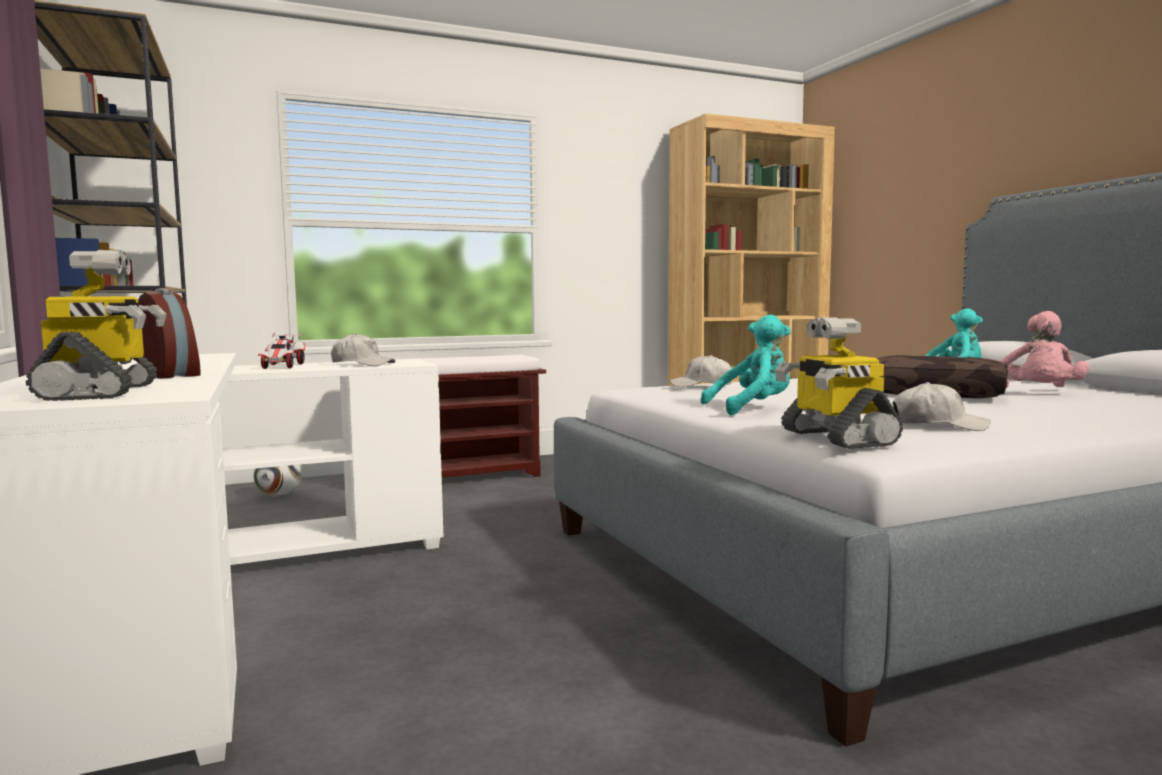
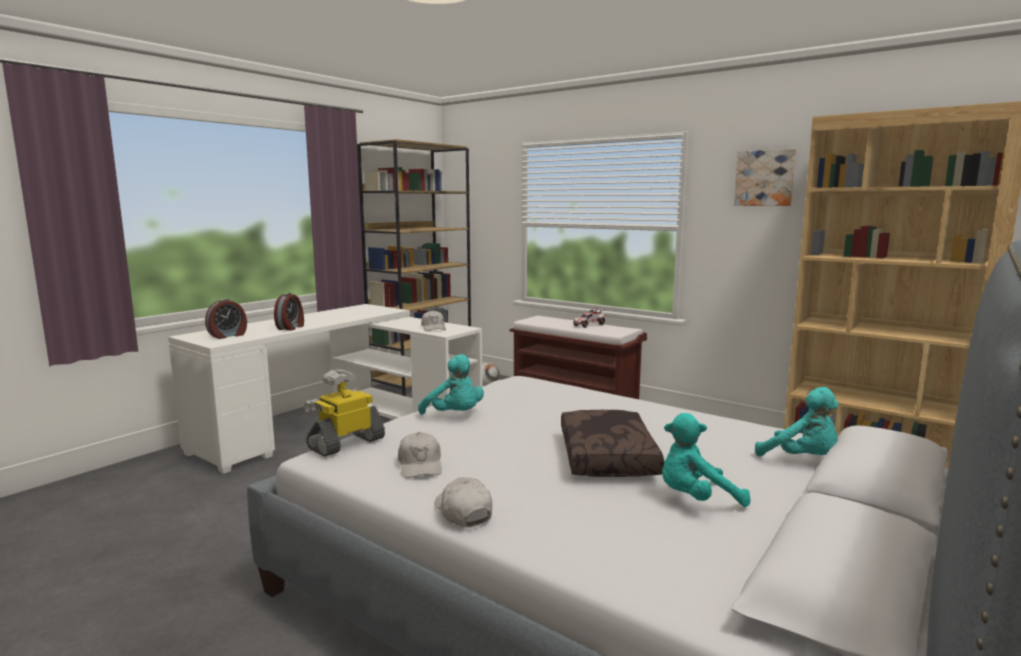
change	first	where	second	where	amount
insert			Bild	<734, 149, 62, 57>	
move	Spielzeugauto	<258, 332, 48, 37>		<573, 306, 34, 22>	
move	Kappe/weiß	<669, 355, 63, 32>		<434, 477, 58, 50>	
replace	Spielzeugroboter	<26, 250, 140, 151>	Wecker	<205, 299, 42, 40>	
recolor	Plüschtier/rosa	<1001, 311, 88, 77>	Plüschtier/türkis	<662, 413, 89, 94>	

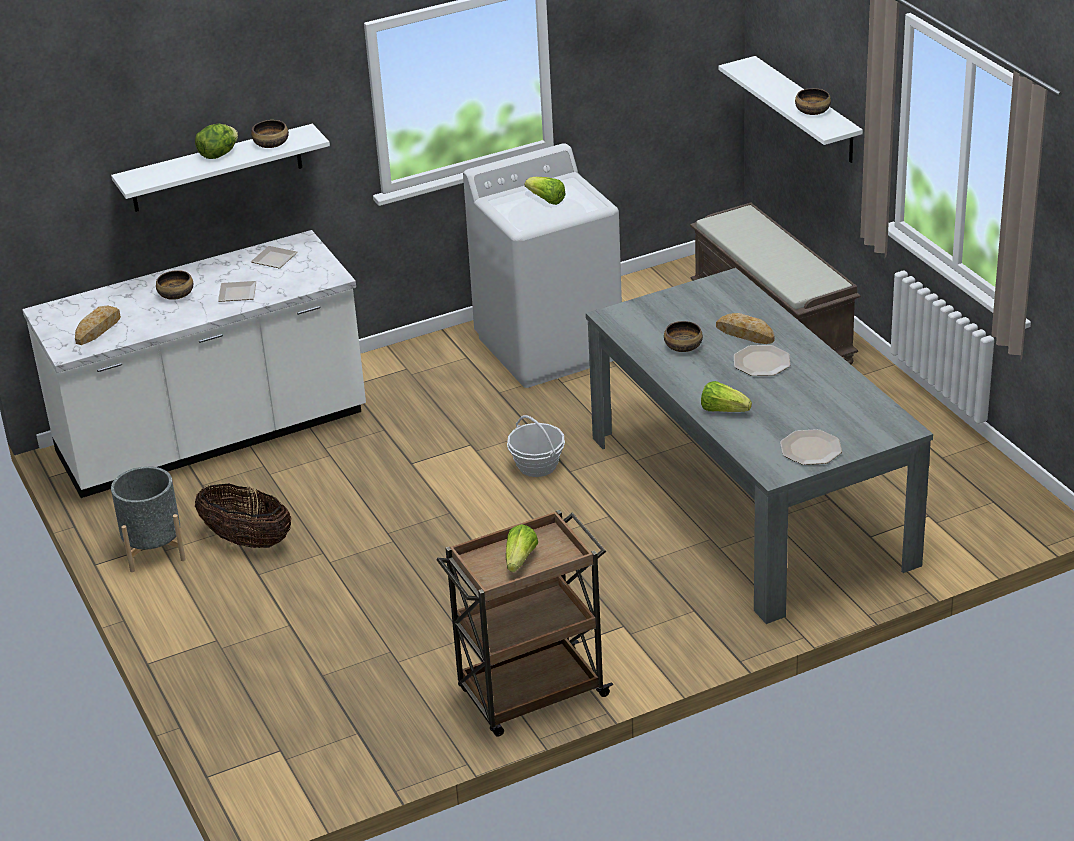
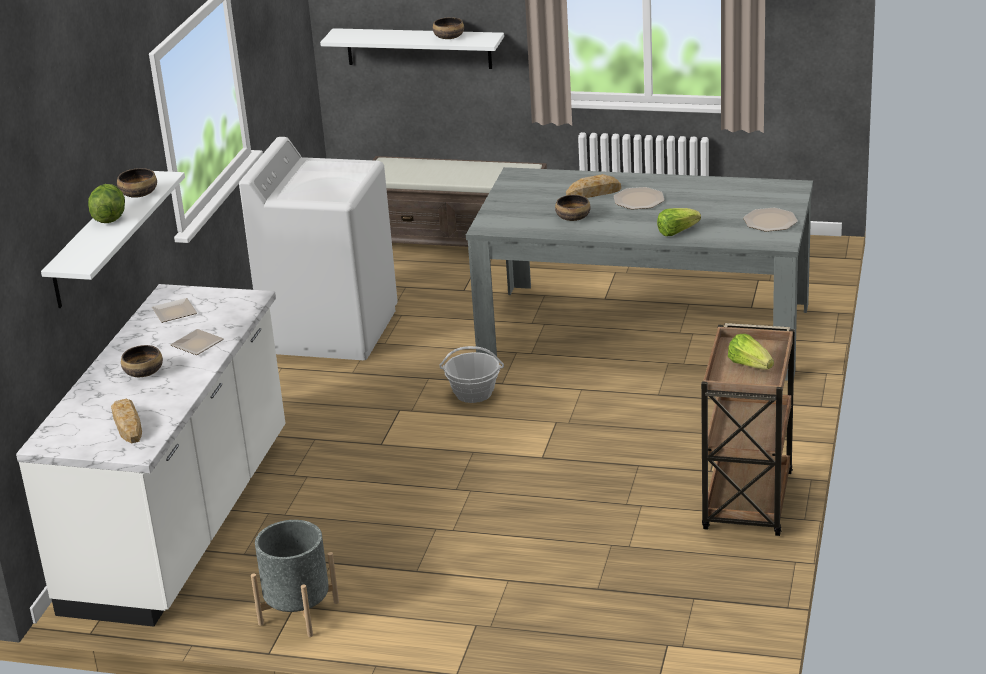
change	first	where	second	where	amount
delete	Korb	<195, 484, 97, 64>			
delete	Salatkopf	<525, 177, 41, 28>			

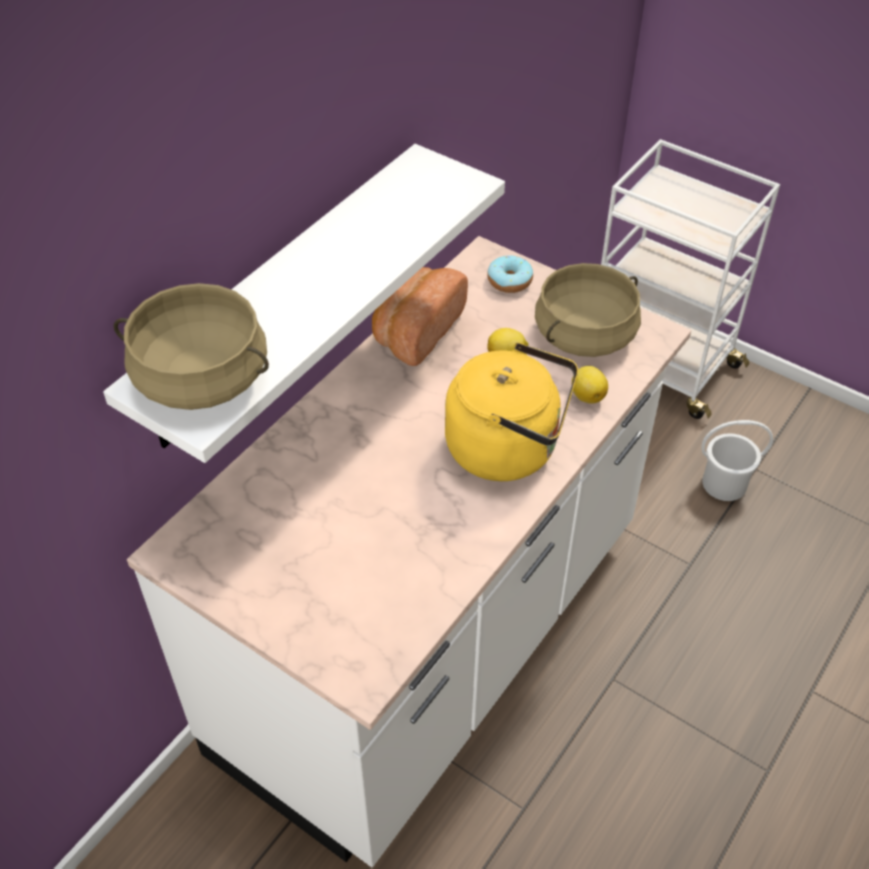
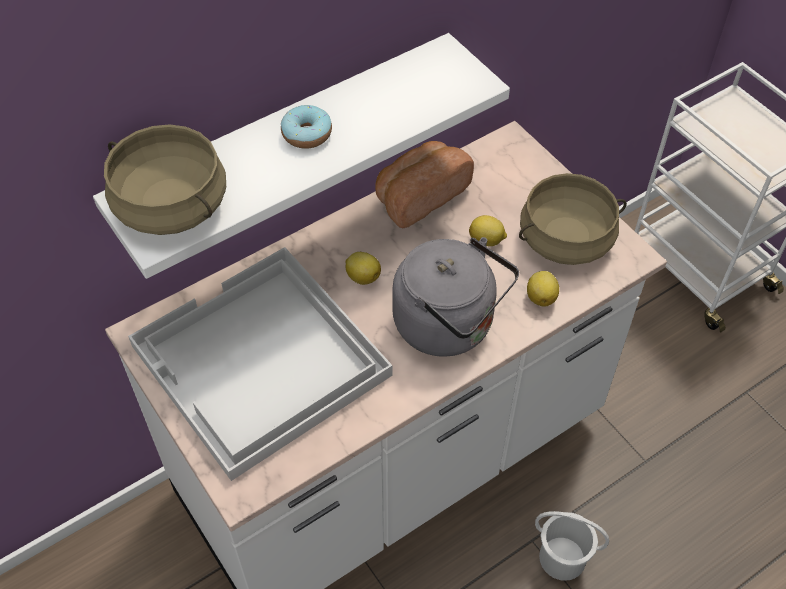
change	first	where	second	where	amount
insert			Tablett/weiß	<128, 247, 264, 234>	
insert			Zitrone	<346, 252, 35, 33>	
move	Donut	<487, 255, 46, 38>		<281, 105, 51, 44>	
move	Eimer/weiß	<701, 420, 72, 81>		<535, 511, 74, 70>	
recolor	Wasserkessel/gelb	<445, 342, 133, 139>	Wasserkessel/grau	<393, 237, 126, 120>	

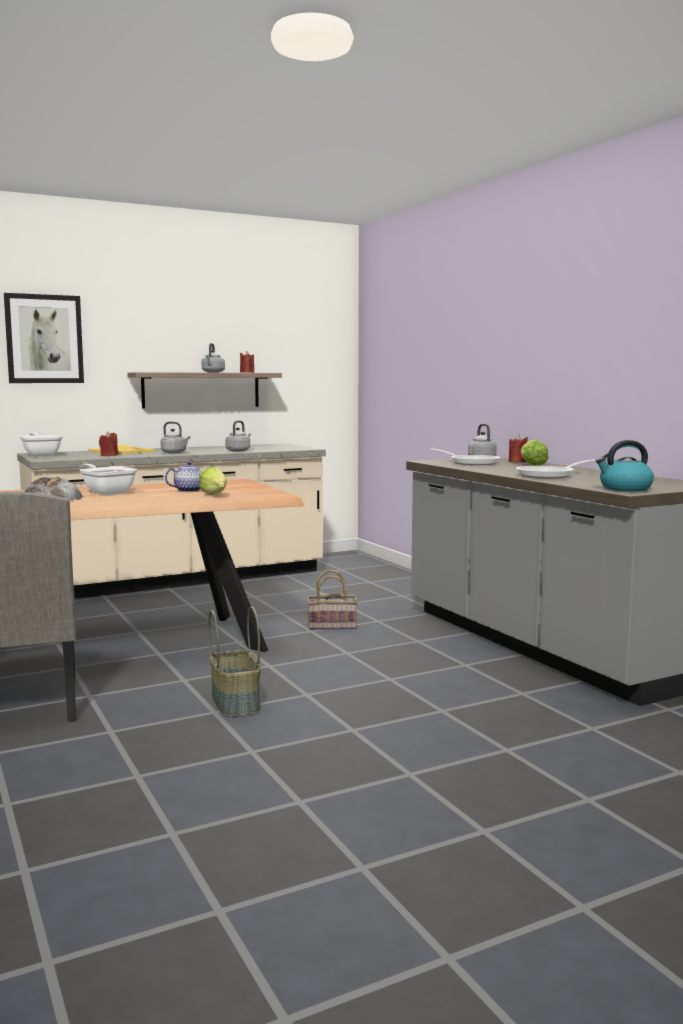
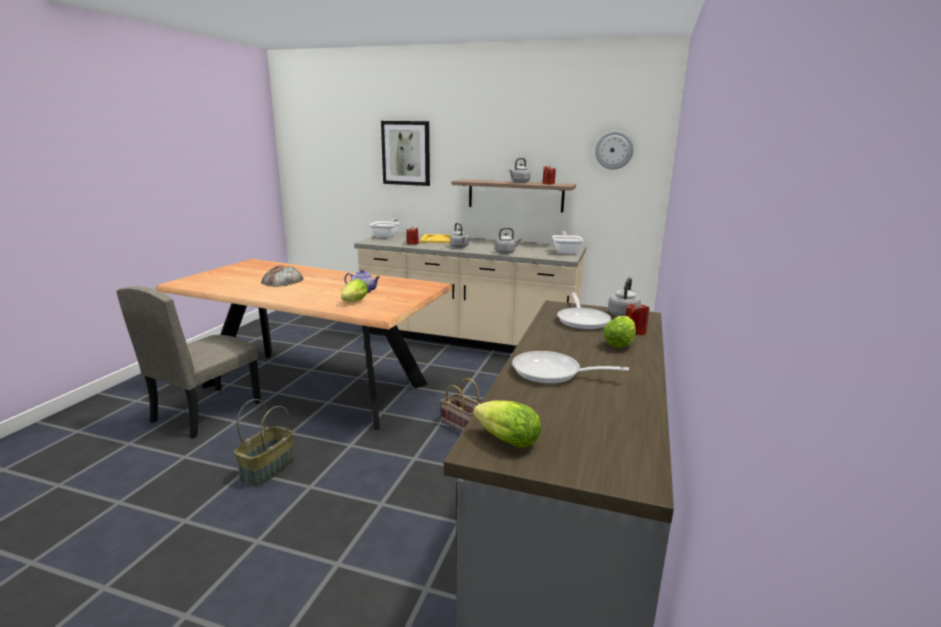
change	first	where	second	where	amount
insert			Wanduhr	<595, 131, 39, 39>	
move	Pfanne	<80, 464, 58, 31>		<552, 231, 31, 23>	
replace	Wasserkessel	<596, 440, 58, 51>	Salatkopf	<473, 400, 68, 48>	

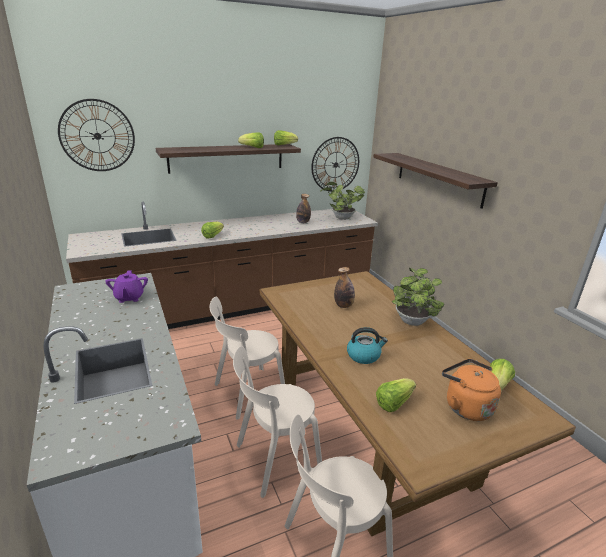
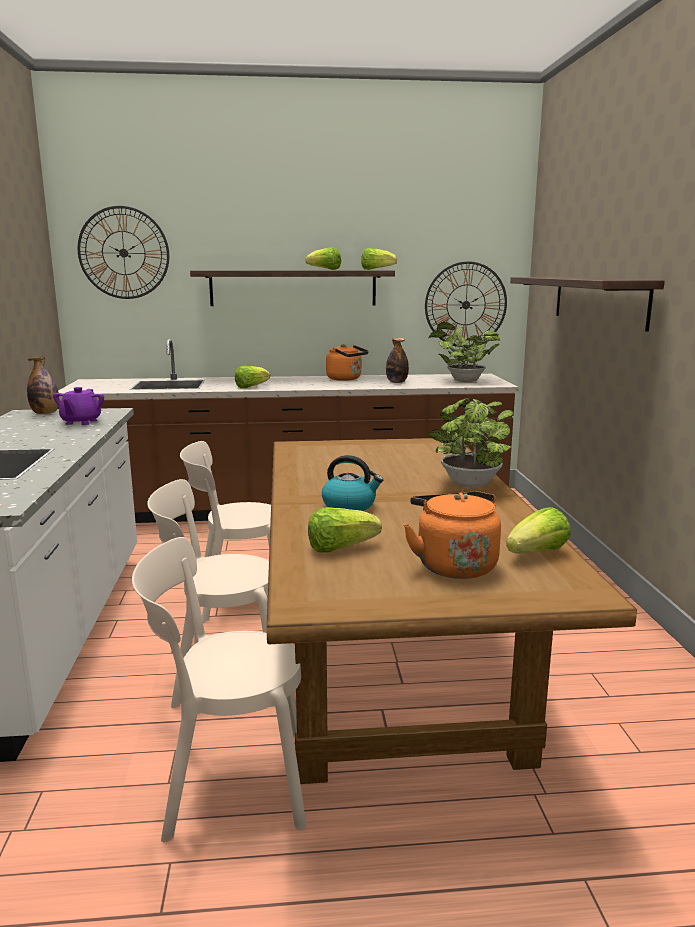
change	first	where	second	where	amount
insert			Wasserkessel/orange	<326, 344, 43, 37>	
move	Flasche	<334, 267, 21, 41>		<27, 356, 32, 58>	

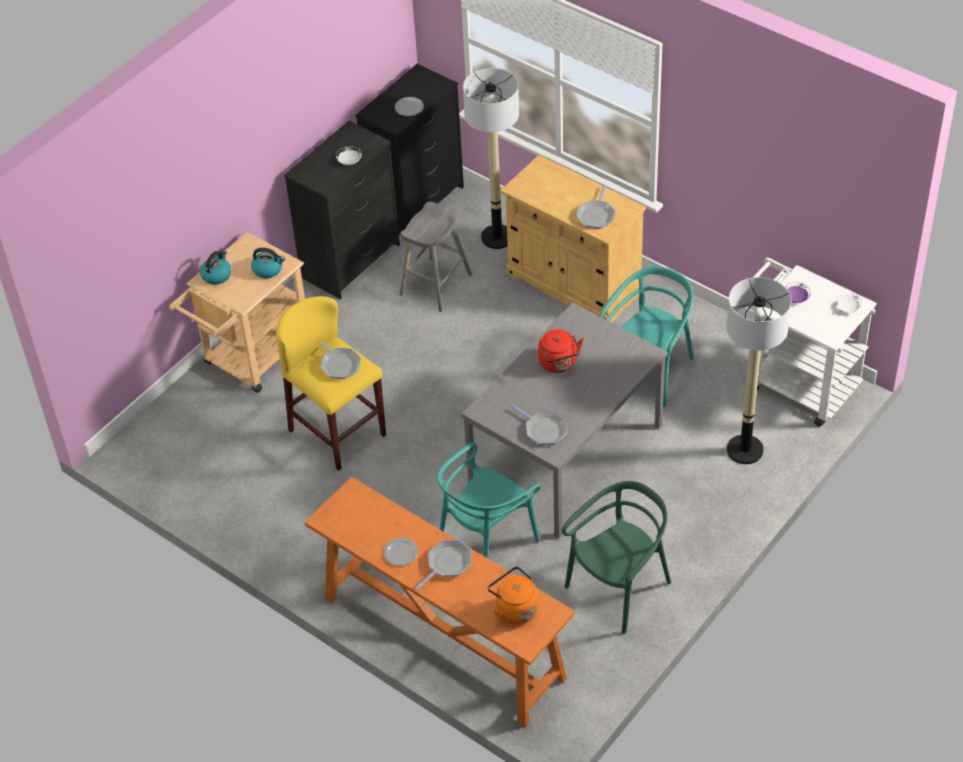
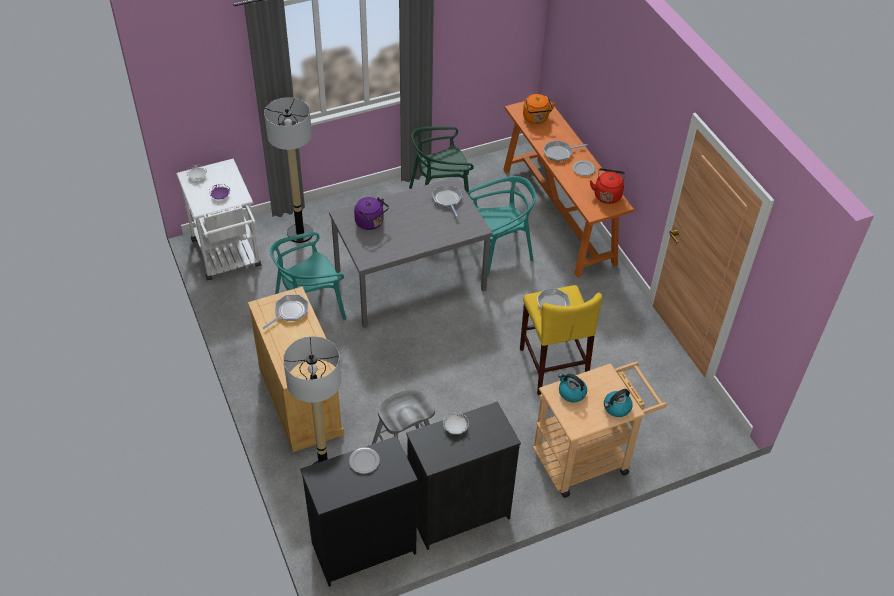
change	first	where	second	where	amount
insert			Wasserkessel/lila	<354, 197, 35, 33>	
move	Wasserkessel/rot	<538, 329, 46, 44>		<590, 168, 36, 36>	

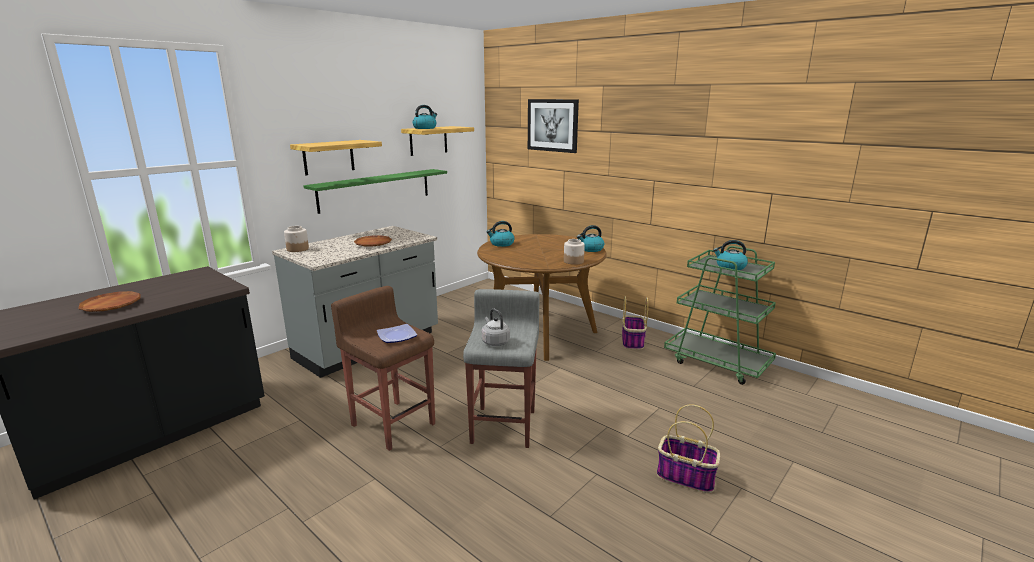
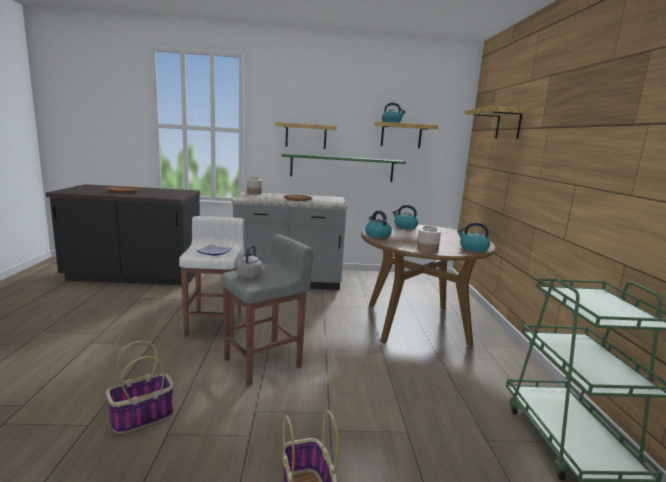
change	first	where	second	where	amount
move	Korb	<622, 296, 26, 54>		<106, 341, 68, 93>	
move	Wasserkessel	<713, 240, 35, 30>		<365, 211, 27, 27>	
replace	Bild	<528, 99, 51, 54>	Wandregal	<464, 106, 65, 33>	
recolor	Hocker/braun	<331, 286, 104, 165>	Hocker/weiß	<179, 216, 65, 122>	

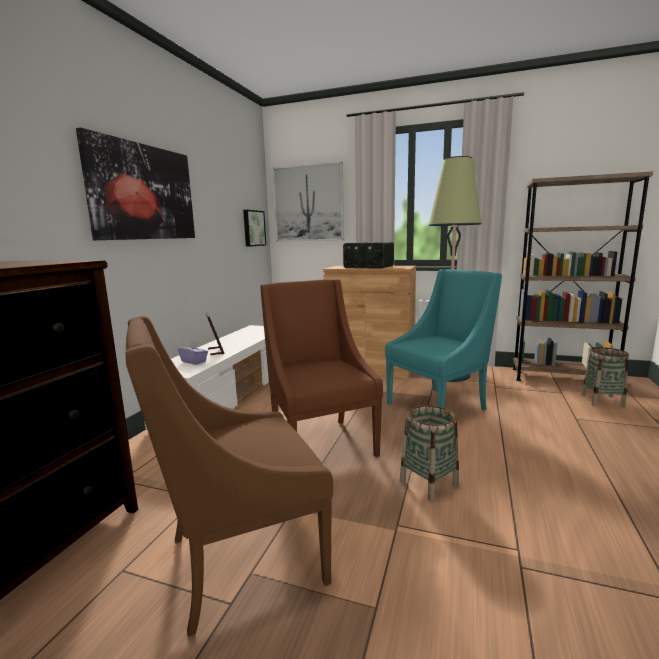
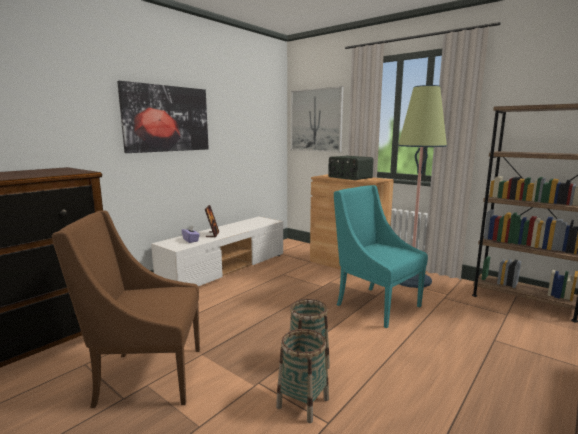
change	first	where	second	where	amount
delete	Bild	<243, 210, 23, 37>			
delete	Sessel/braun	<260, 279, 123, 178>			
move	Korb	<582, 347, 47, 60>		<276, 329, 53, 94>	
rotate	Sessel/türkis	<385, 269, 117, 141>		<334, 185, 94, 143>	120 degrees counterclockwise

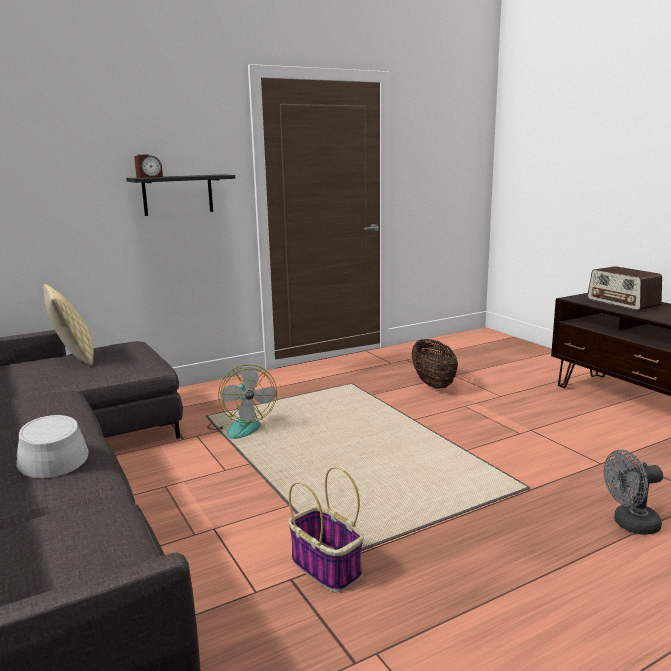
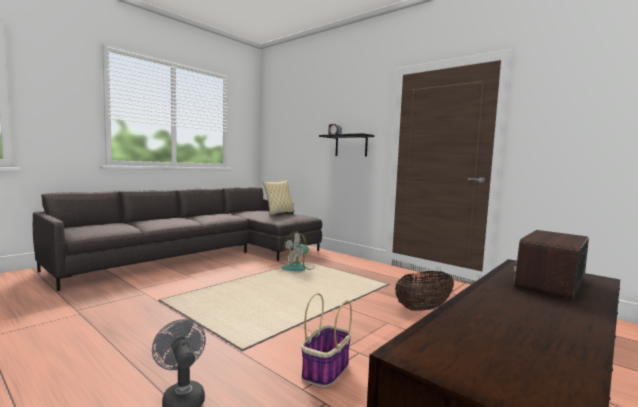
change	first	where	second	where	amount
delete	Hut/grau	<16, 415, 73, 63>			
move	Korb	<288, 466, 76, 127>		<301, 293, 51, 94>	

